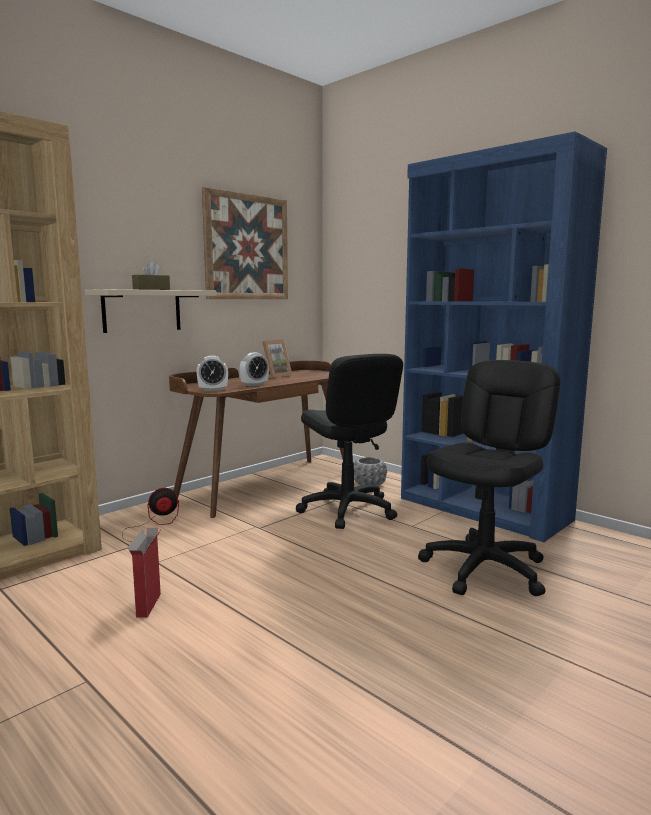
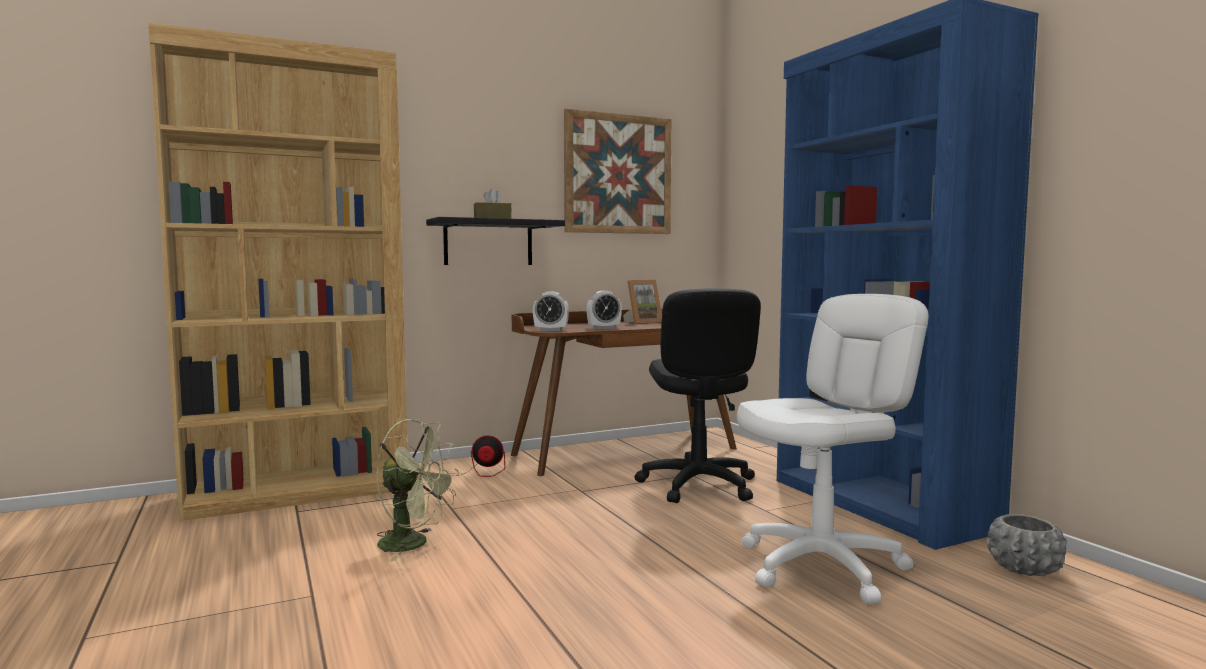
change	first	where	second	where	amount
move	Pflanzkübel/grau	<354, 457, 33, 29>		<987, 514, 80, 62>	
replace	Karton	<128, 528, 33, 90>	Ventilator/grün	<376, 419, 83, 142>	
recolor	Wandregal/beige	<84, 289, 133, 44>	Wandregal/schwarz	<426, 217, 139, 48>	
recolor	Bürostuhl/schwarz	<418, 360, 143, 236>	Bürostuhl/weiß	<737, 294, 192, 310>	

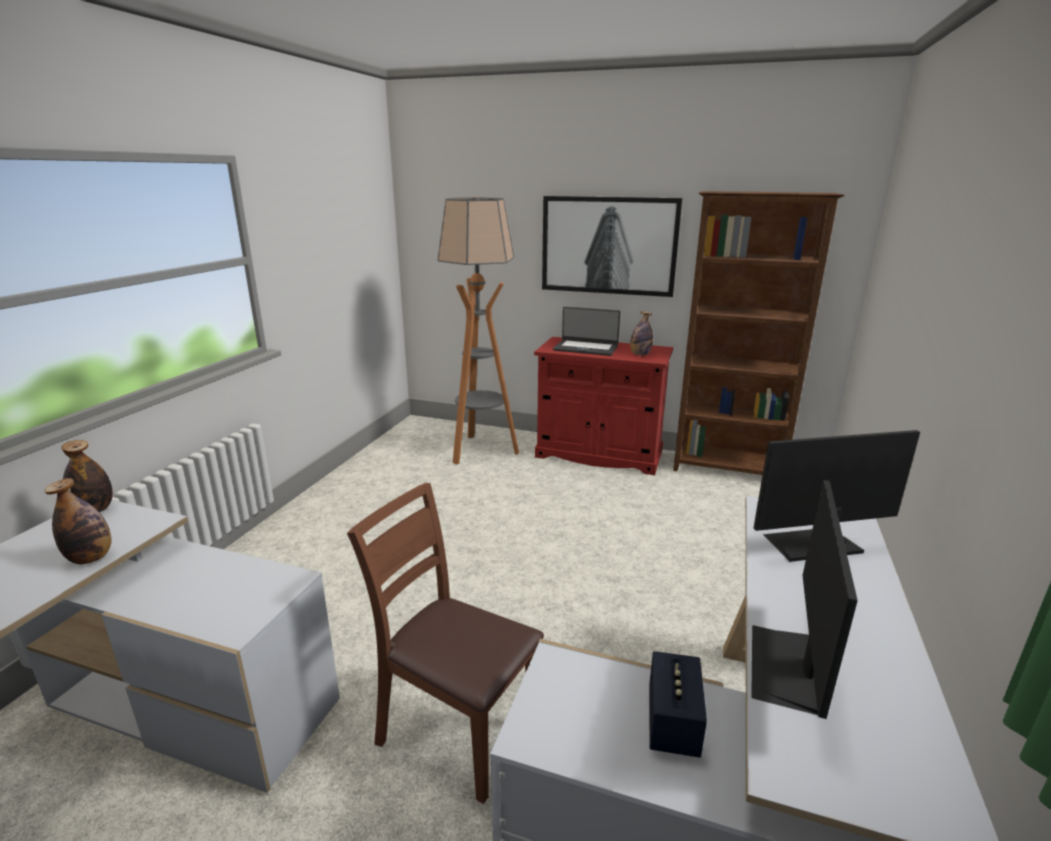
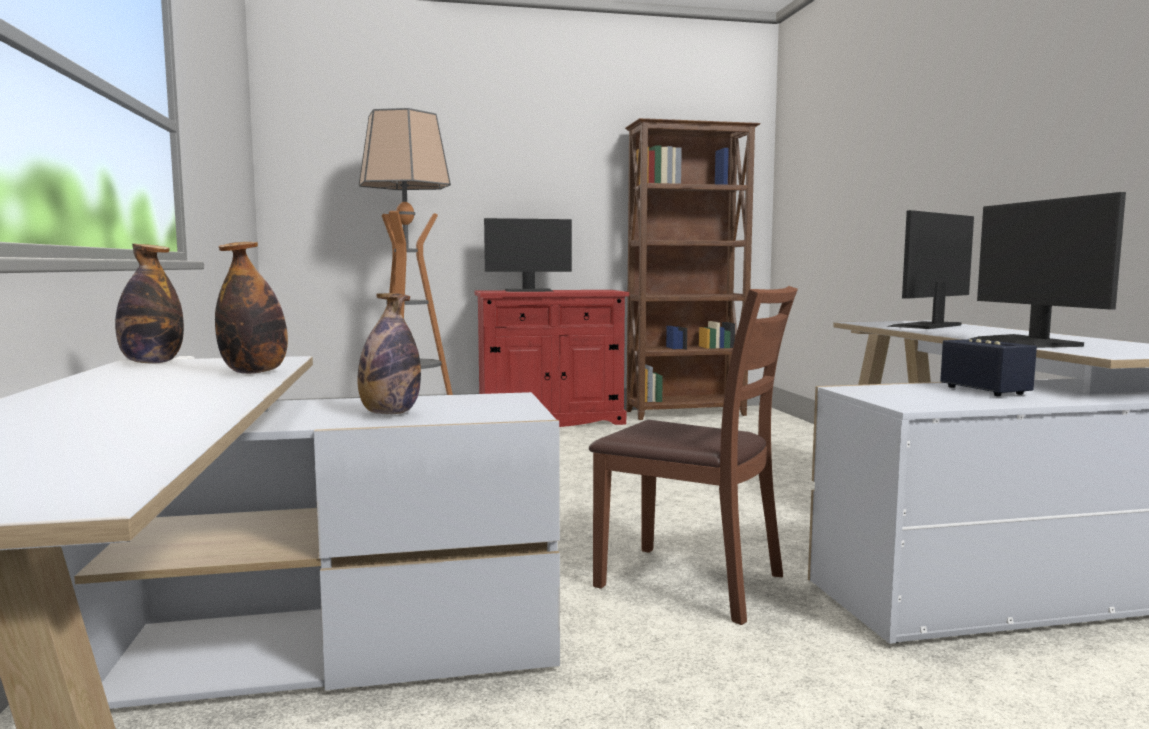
change	first	where	second	where	amount
delete	Bild	<542, 196, 140, 101>			
move	Flasche	<630, 312, 23, 44>		<357, 293, 64, 121>	
replace	Laptop	<553, 307, 67, 49>	Monitor	<484, 218, 88, 74>	
rotate	Stuhl/braun	<347, 483, 197, 321>		<589, 286, 209, 339>	150 degrees counterclockwise

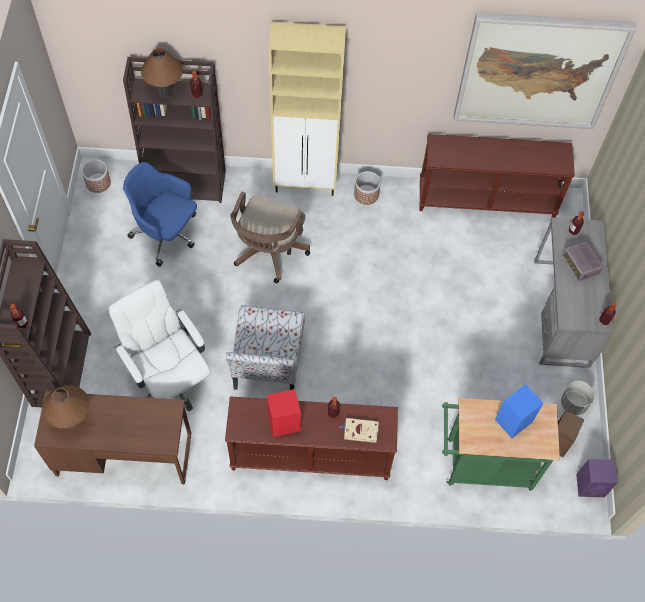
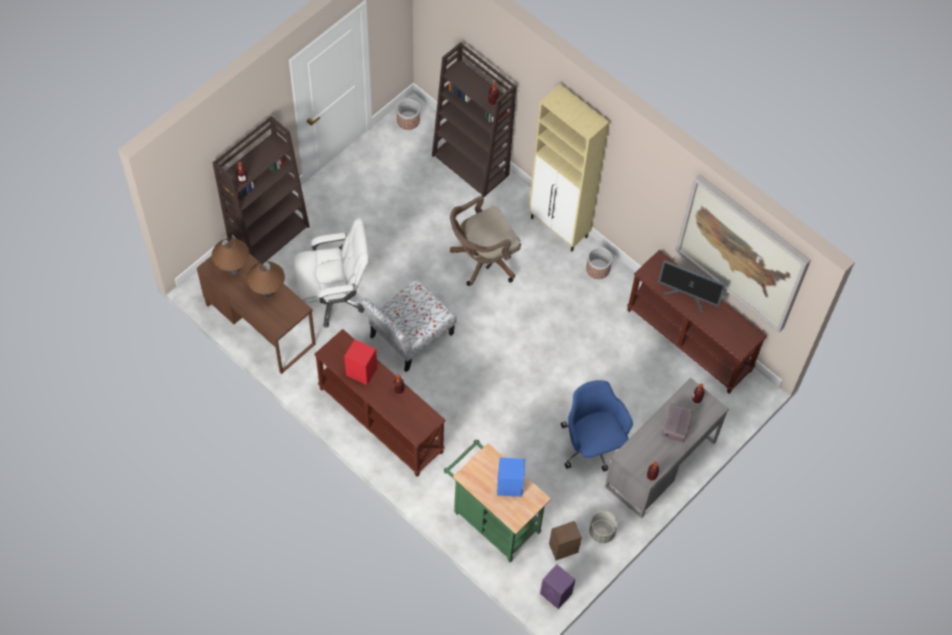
change	first	where	second	where	amount
delete	Buch/beige	<339, 418, 40, 25>			
insert			Monitor	<658, 260, 68, 53>	
move	Bürostuhl/blau	<123, 162, 74, 105>		<561, 380, 72, 92>	
move	Tischlampe/braun	<141, 48, 42, 50>		<247, 261, 38, 37>	
rotate	Bürostuhl/weiß	<108, 280, 103, 131>		<294, 218, 75, 110>	75 degrees clockwise

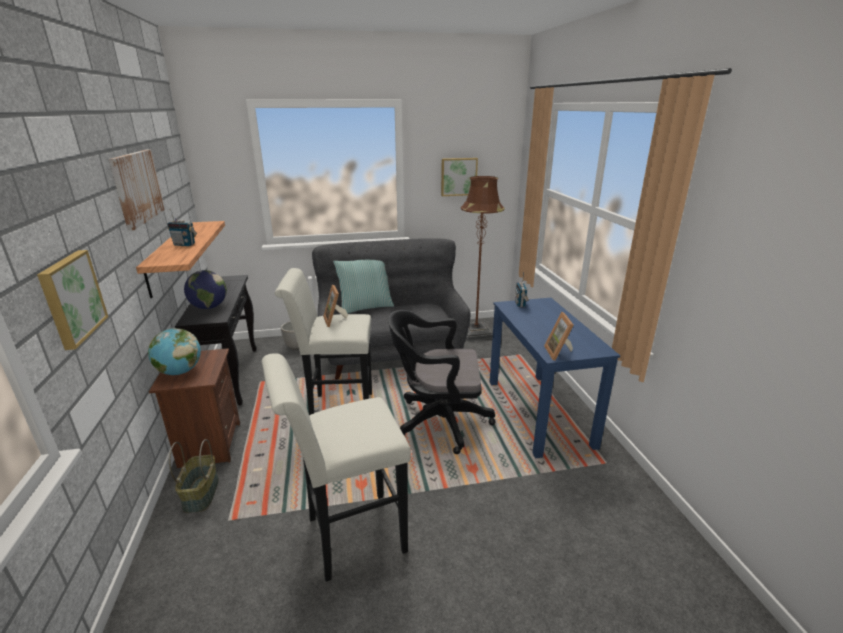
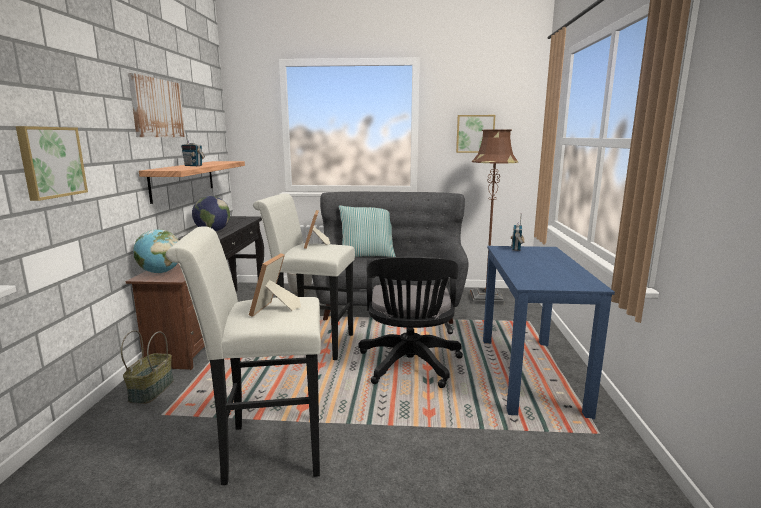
change	first	where	second	where	amount
move	Bilderrahmen	<544, 312, 30, 49>		<249, 253, 52, 64>	
rotate	Bürostuhl/schwarz	<388, 310, 107, 144>		<358, 257, 105, 131>	105 degrees counterclockwise

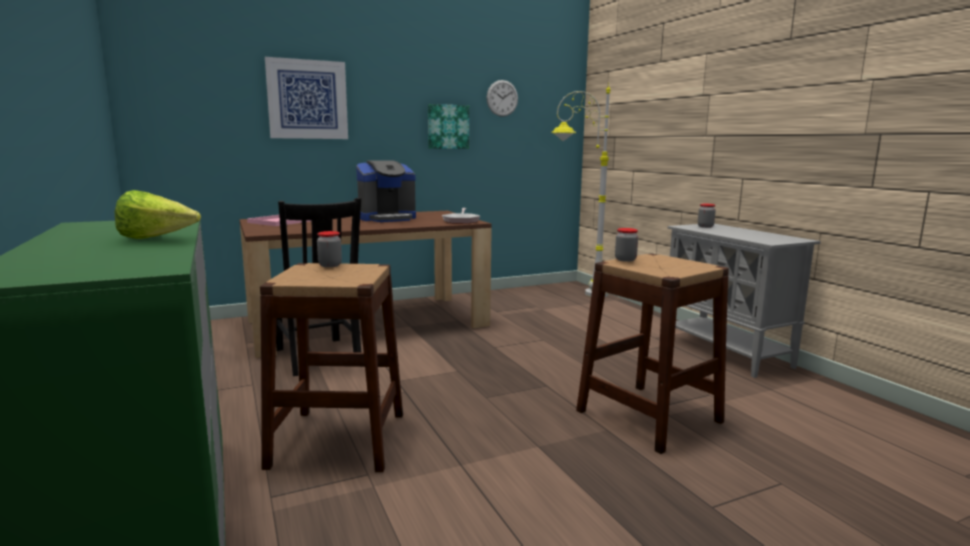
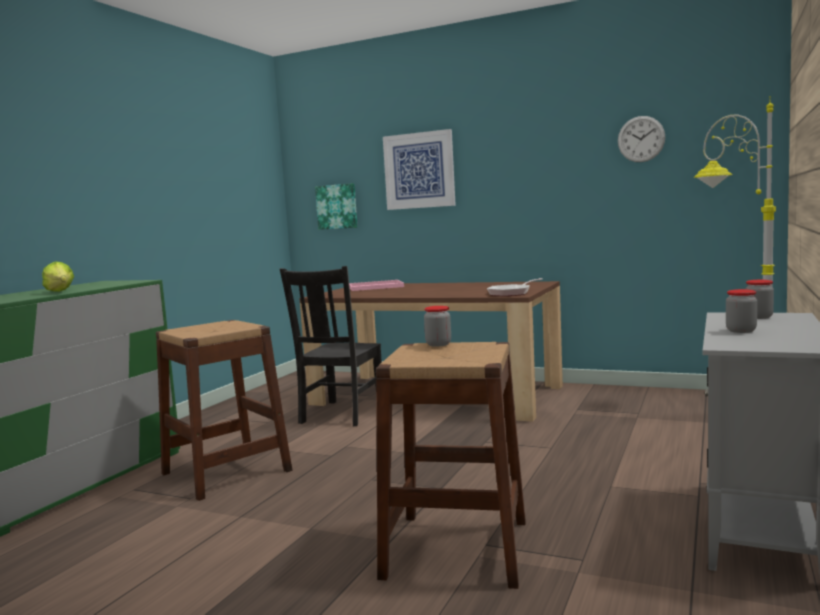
change	first	where	second	where	amount
delete	Kaffeemaschine	<356, 160, 60, 62>			
move	Vorratsglas	<317, 231, 25, 36>		<726, 289, 31, 44>	
move	Bild	<428, 104, 41, 45>		<315, 183, 42, 47>	

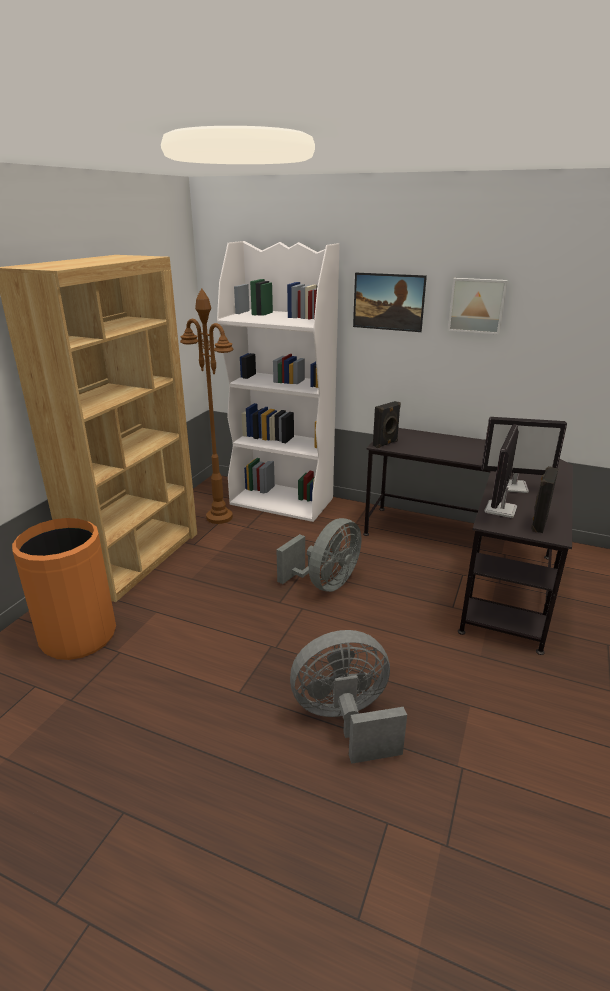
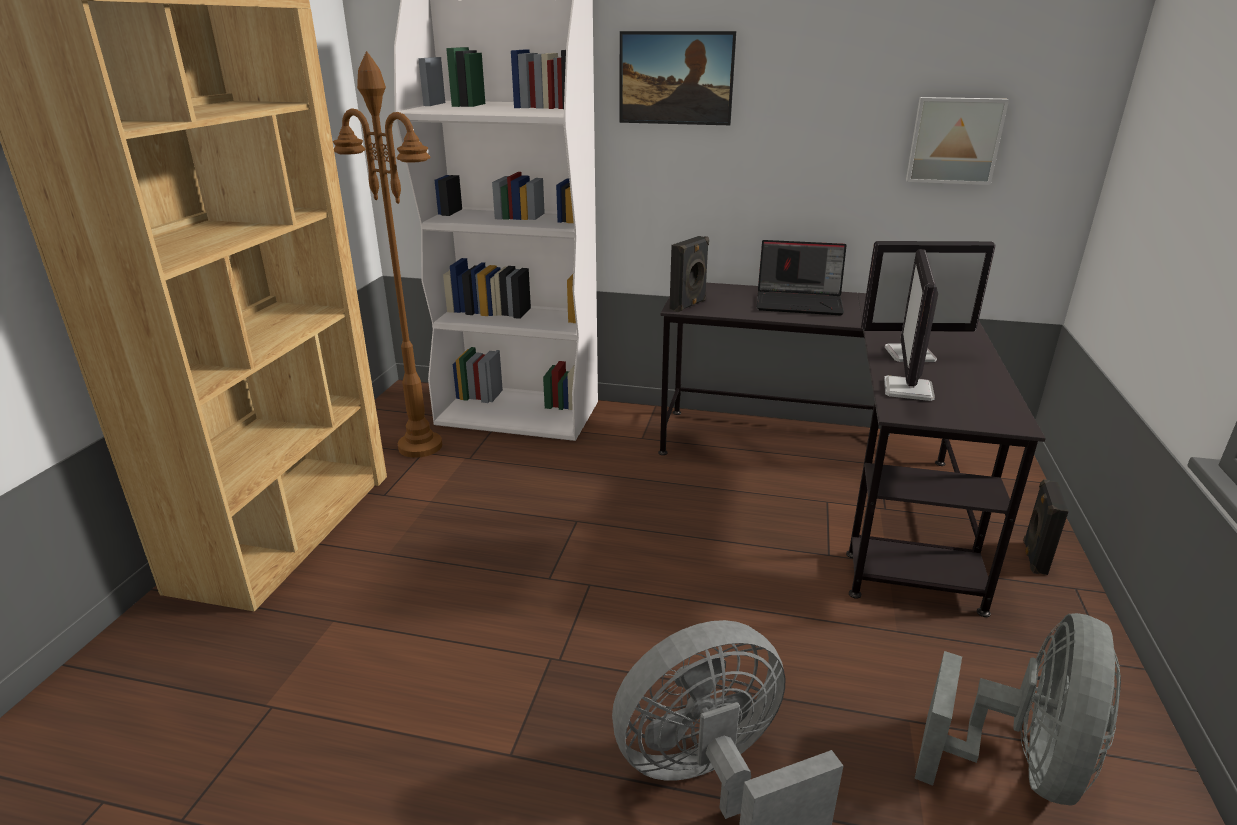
change	first	where	second	where	amount
delete	Mülleimer/orange	<12, 518, 104, 142>			
insert			Laptop	<757, 240, 90, 75>	
move	Ventilator/grau	<276, 518, 85, 74>		<915, 613, 206, 193>	
move	Bild	<448, 278, 60, 57>		<906, 97, 103, 88>	
move	Lautsprecher/schwarz	<531, 466, 27, 67>		<1023, 479, 46, 96>	

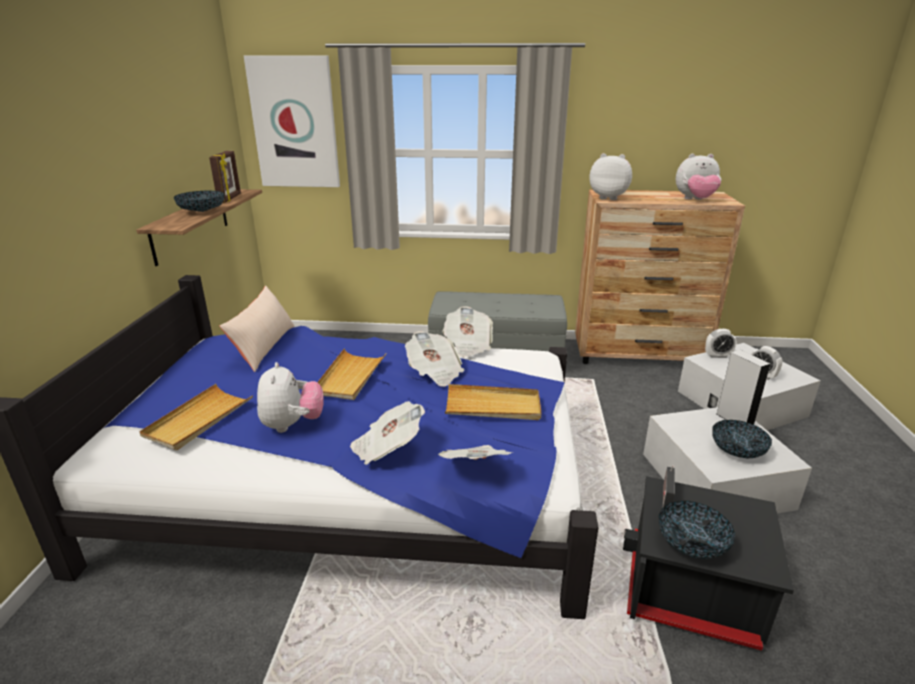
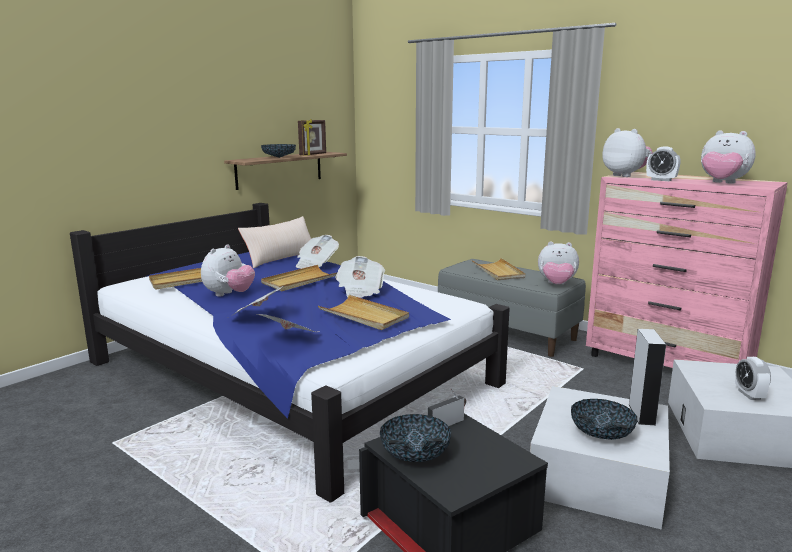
change	first	where	second	where	amount
delete	Bild	<244, 55, 96, 132>			
insert			Tablett/beige	<472, 258, 53, 22>	
insert			Plüschtier	<538, 242, 41, 42>	
move	Zeitung	<443, 306, 50, 51>		<296, 235, 43, 34>	
move	Wecker	<705, 329, 31, 29>		<646, 147, 34, 34>	
recolor	Kommode/braun	<575, 190, 170, 174>	Kommode/rosa	<586, 172, 202, 196>	

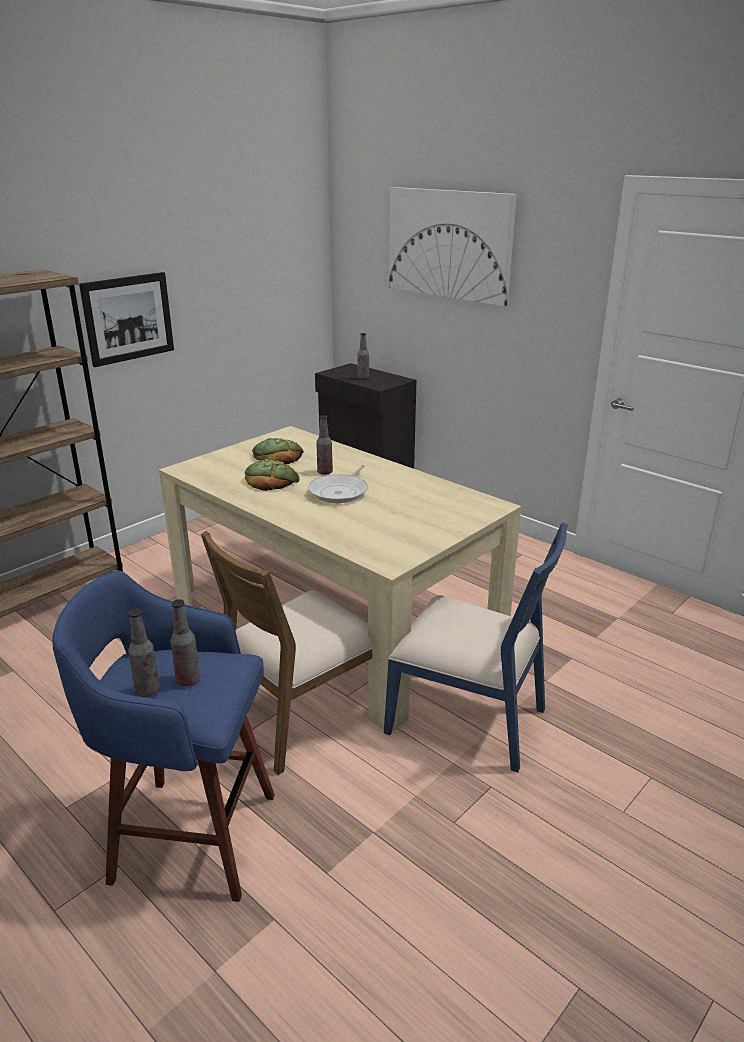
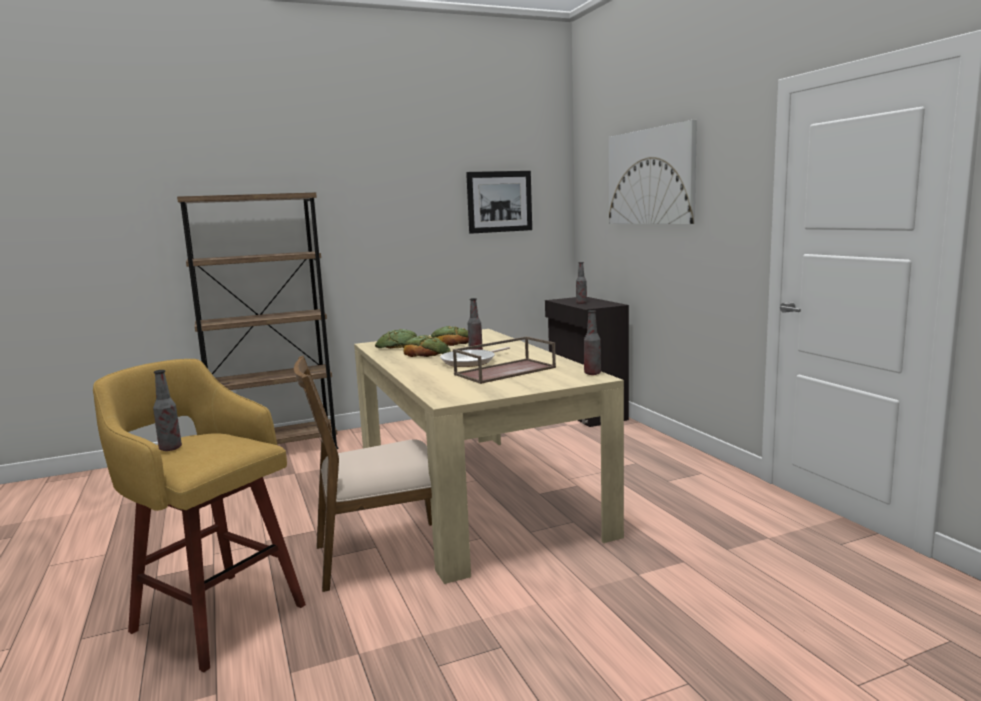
change	first	where	second	where	amount
delete	Stuhl/blau	<384, 522, 184, 251>			
insert			Brot	<375, 329, 42, 20>	
insert			Tablett/braun	<453, 337, 103, 47>	
move	Bild	<79, 272, 95, 95>		<466, 171, 66, 63>	
move	Flasche	<170, 599, 30, 87>		<584, 310, 17, 65>	
recolor	Hocker/blau	<52, 570, 223, 332>	Hocker/gelb	<93, 359, 213, 313>	

